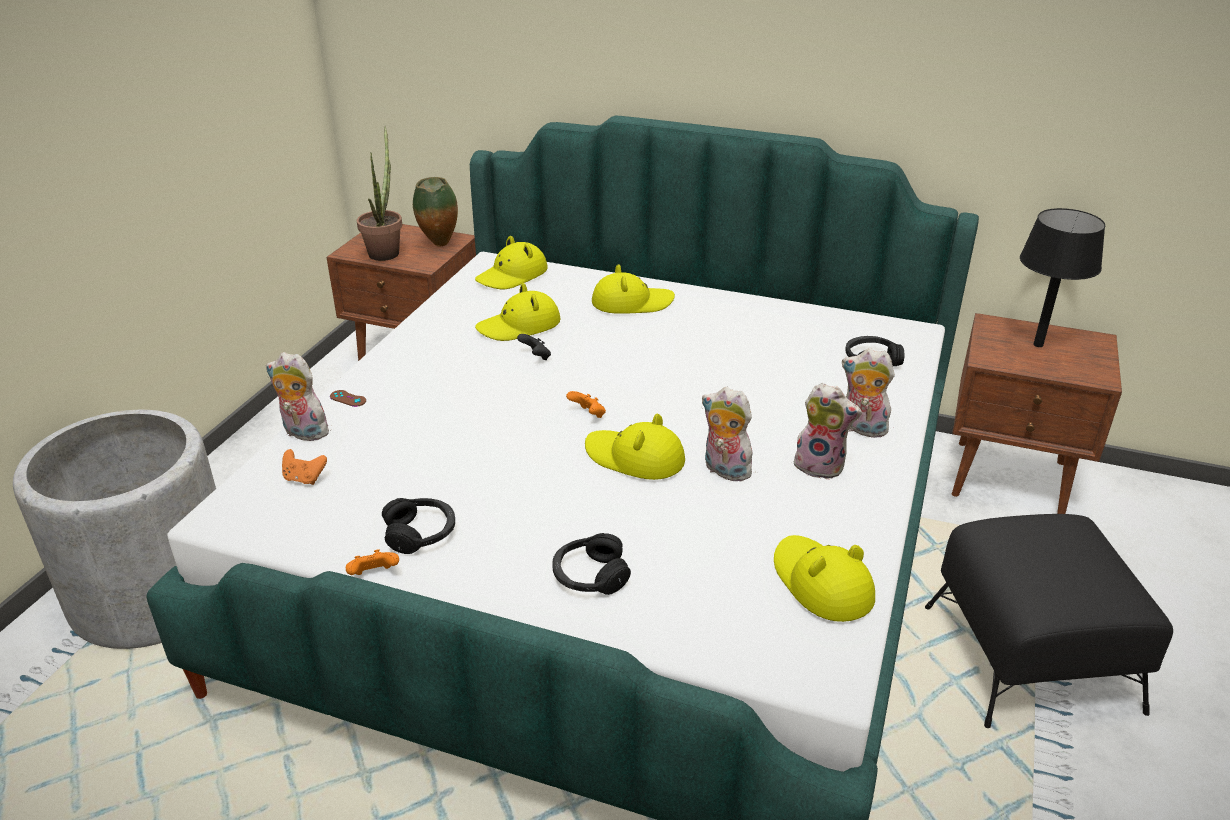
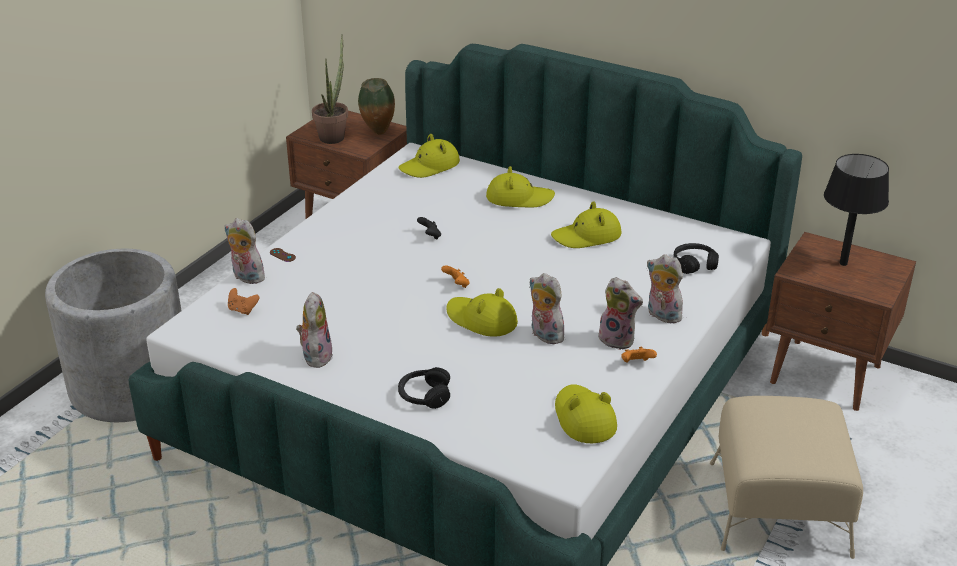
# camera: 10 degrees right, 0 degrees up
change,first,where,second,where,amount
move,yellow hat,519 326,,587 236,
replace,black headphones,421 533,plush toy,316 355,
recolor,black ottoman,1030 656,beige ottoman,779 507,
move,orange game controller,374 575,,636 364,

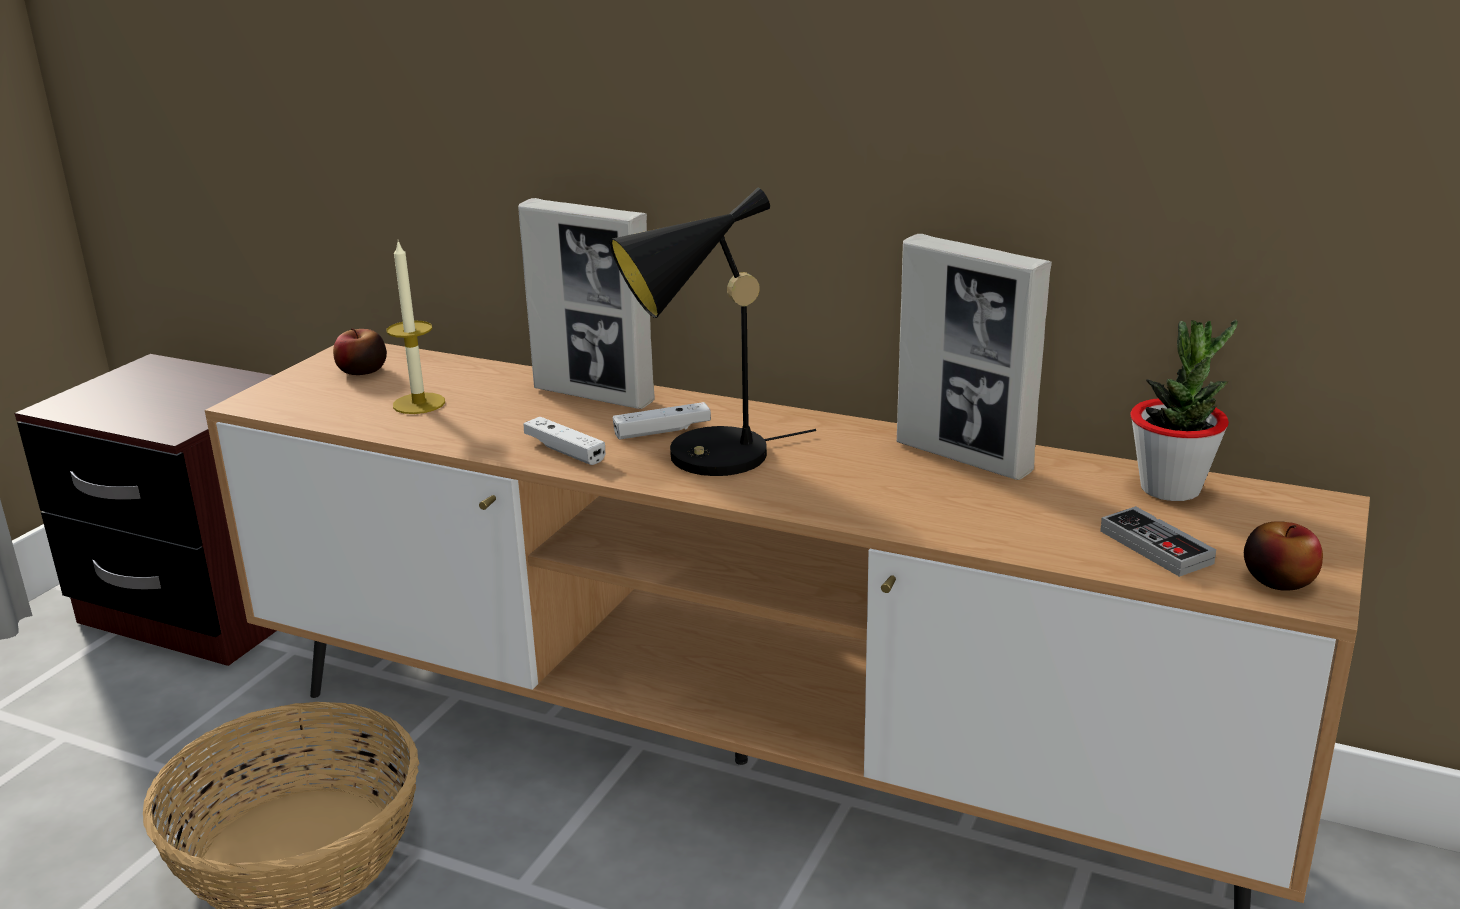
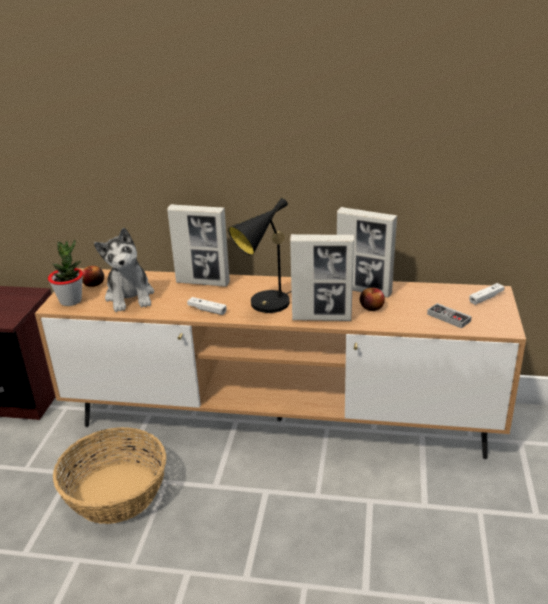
# camera: 15 degrees left, 5 degrees up
change,first,where,second,where,amount
replace,candle,419 403,plush toy,130 296,
move,potted plant,1170 489,,71 301,
move,white game controller,662 431,,486 298,
move,apple,1279 580,,371 307,
insert,,,picture frame,322 318,

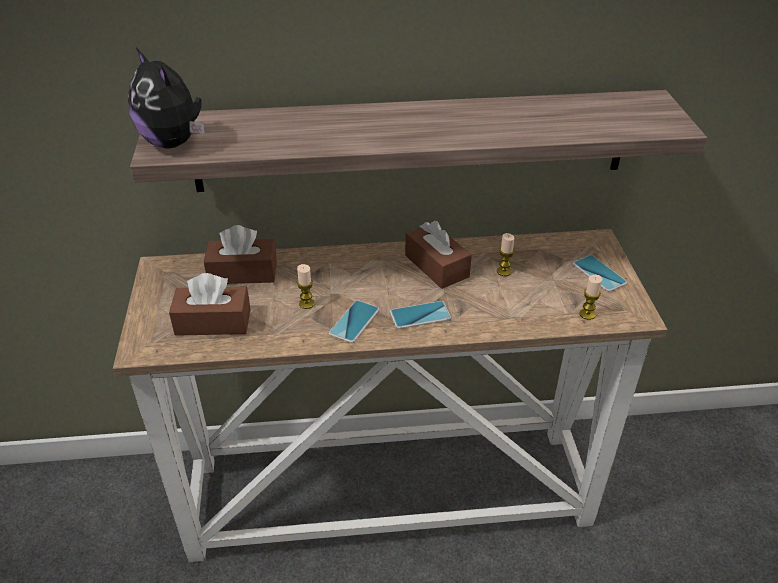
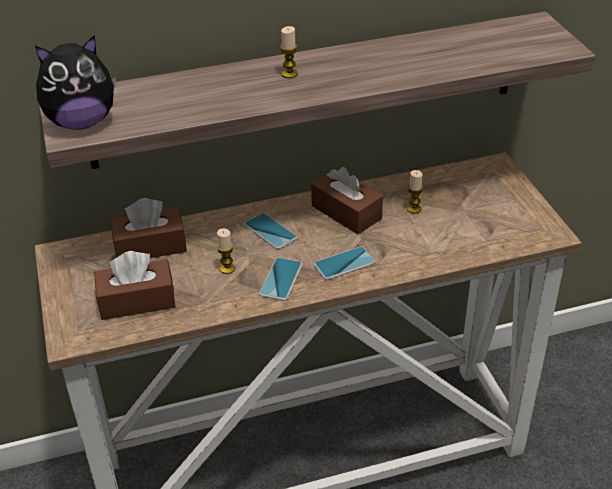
# camera: 10 degrees left, 0 degrees up
change,first,where,second,where,amount
rotate,plush toy,174 143,,82 122,60 degrees counterclockwise
move,phone,599 274,,270 231,
move,candle,587 314,,289 74,

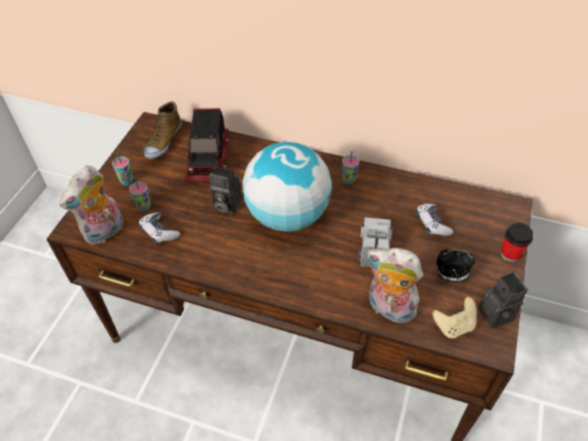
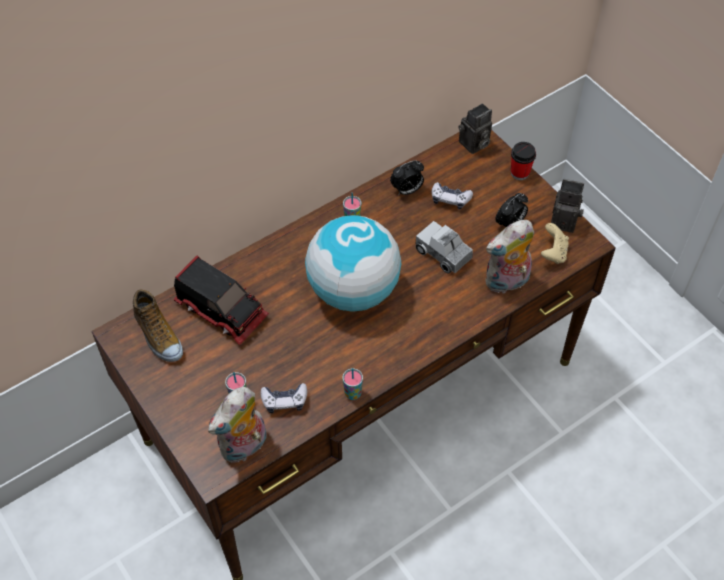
# camera: 55 degrees left, 5 degrees up
change,first,where,second,where,amount
move,cup,127 181,,353 393,
rotate,plush toy,105 232,,244 447,60 degrees clockwise
move,photo camera,225 205,,473 145,
insert,,,alarm clock,407 190,

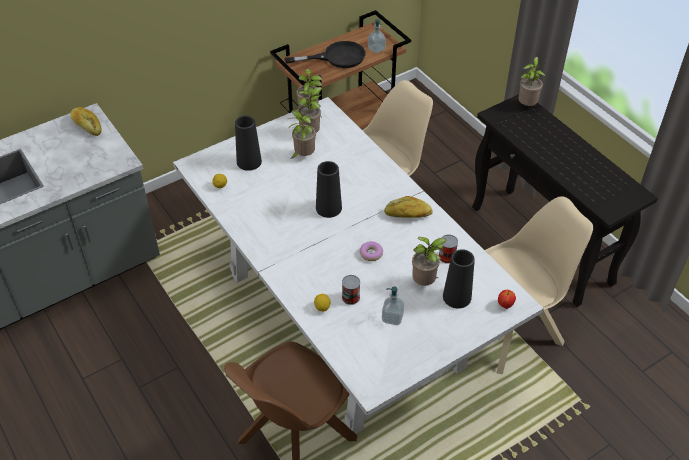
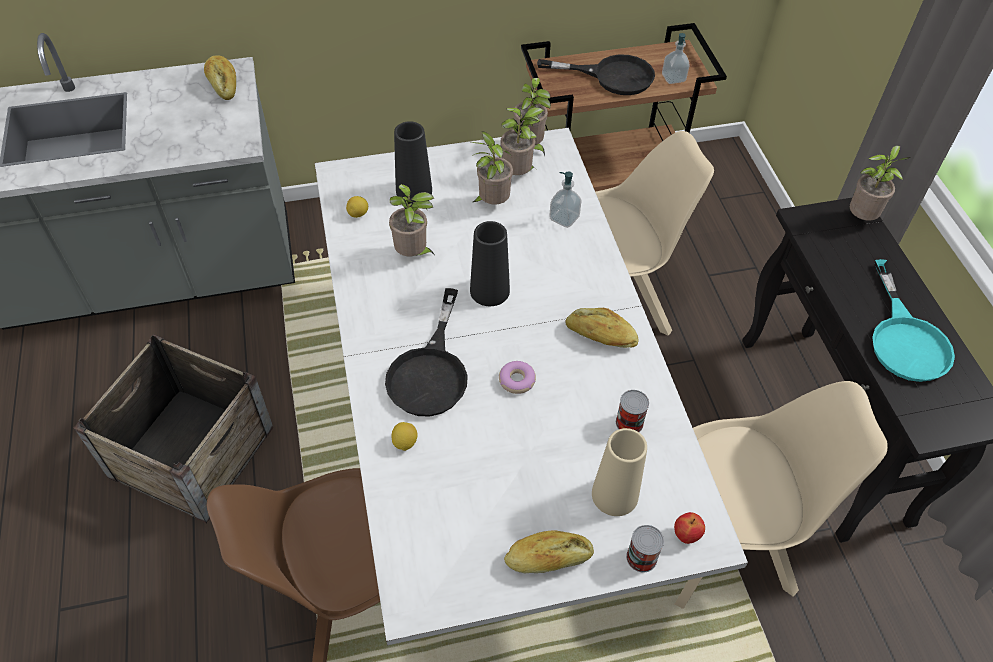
# camera: 20 degrees right, 5 degrees up
change,first,where,second,where,amount
move,potted plant,425 283,,413 254,
recolor,black vase,457 297,beige vase,614 495,
move,can,350 297,,641 557,
move,soap dispenser,392 317,,564 218,
insert,,,turquoise frying pan,905 339,
insert,,,black frying pan,431 371,
insert,,,crate,192 451,
insert,,,bread,548 558,

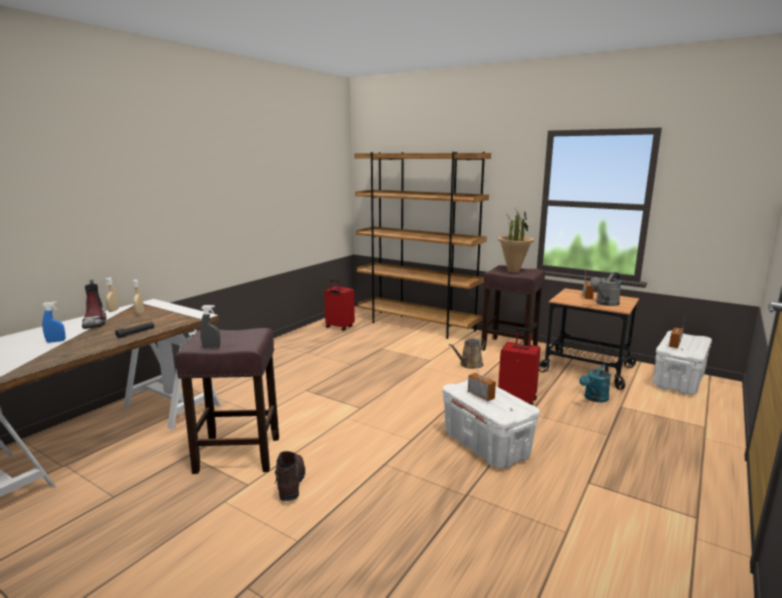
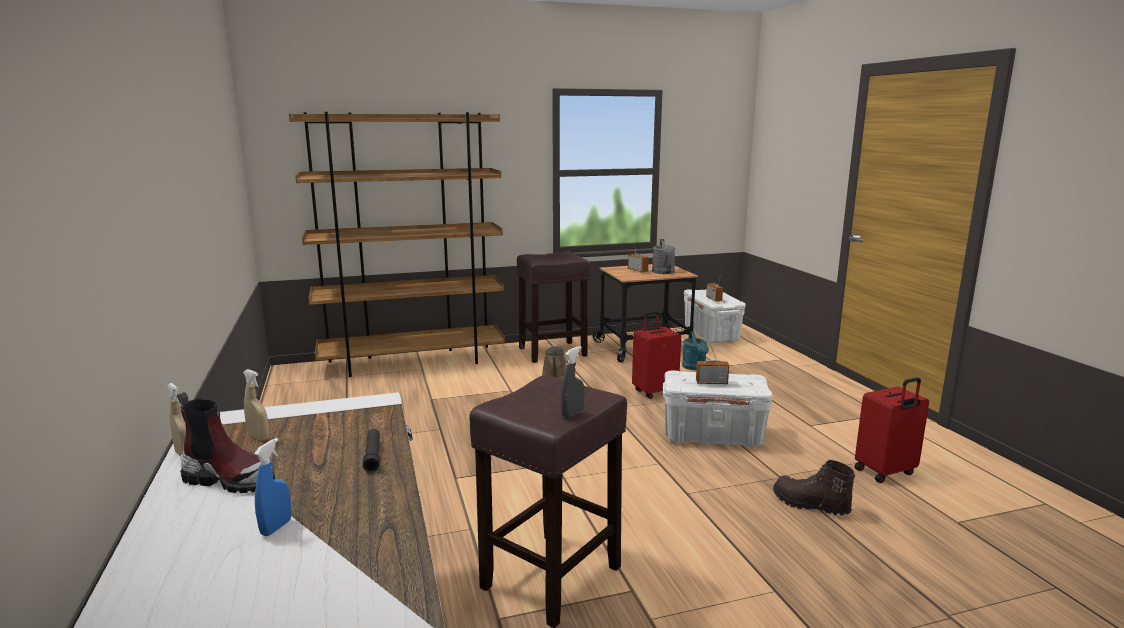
# camera: 50 degrees left, 0 degrees up
change,first,where,second,where,amount
delete,potted plant,513 271,,,
move,red suitcase,339 327,,885 472,
move,brown boot,290 484,,810 505,

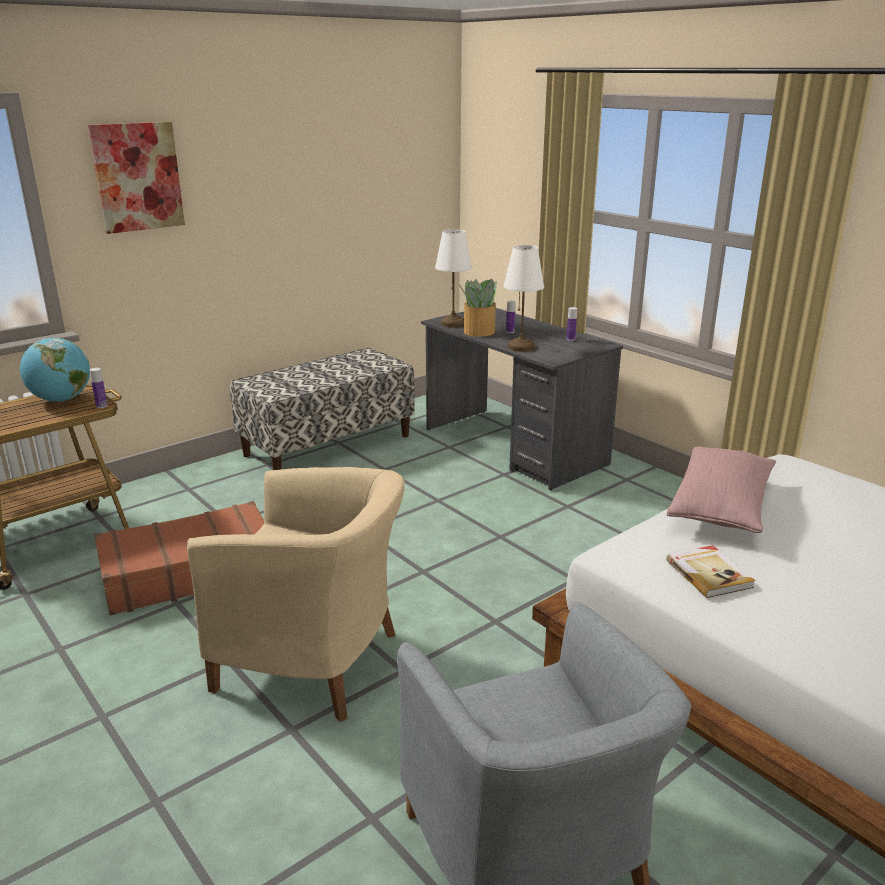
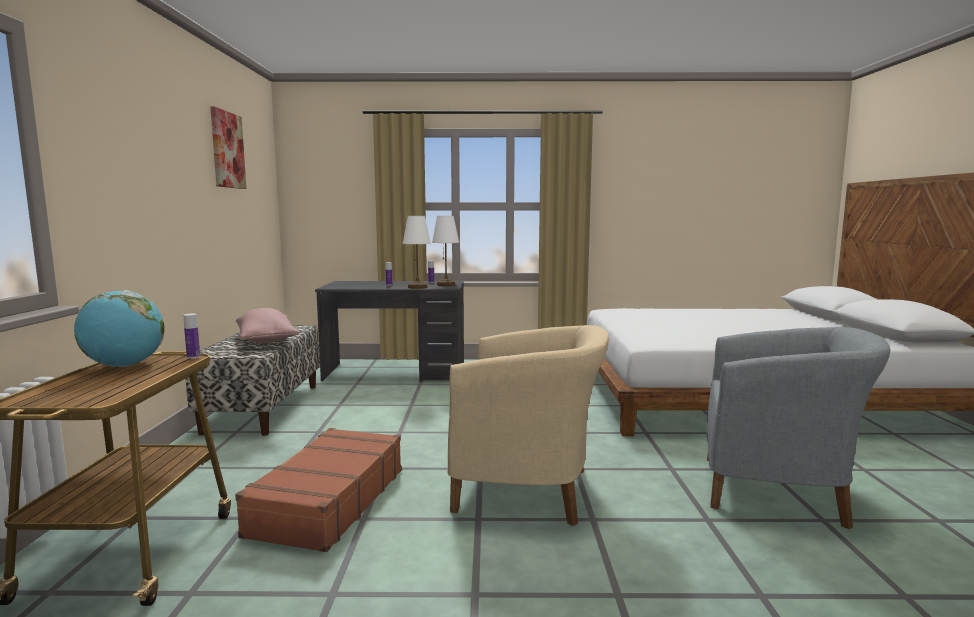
# camera: 50 degrees left, 15 degrees down
change,first,where,second,where,amount
move,picture,137 177,,227 150,
move,white table lamp,453 324,,446 285,
delete,potted plant,478 332,,,
move,pink pillow,720 507,,266 340,
rotate,beige armchair,315 662,,529 490,45 degrees clockwise
delete,book,709 573,,,

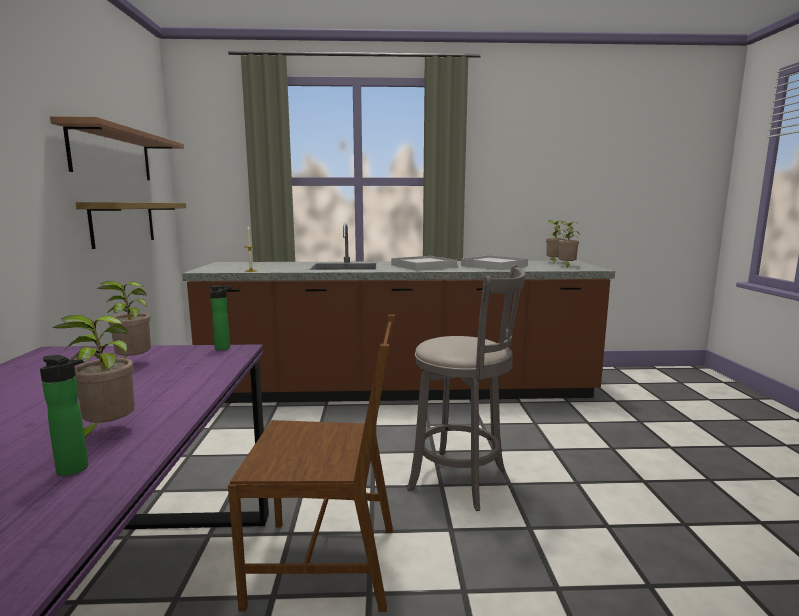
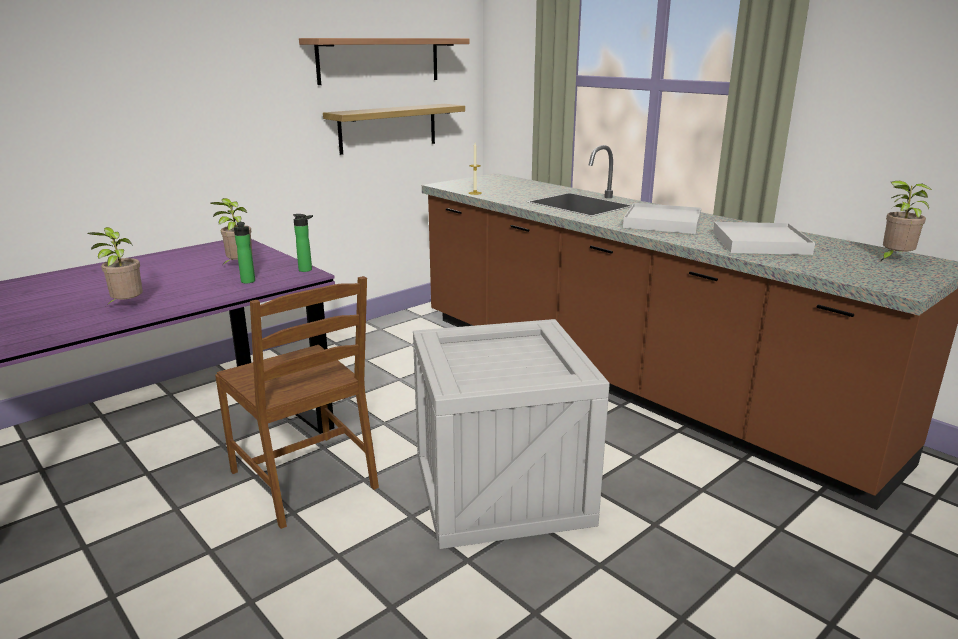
# camera: 50 degrees right, 10 degrees up
change,first,where,second,where,amount
delete,potted plant,566 267,,,
replace,grey stool,463 480,crate,499 491,
move,bottle,76 469,,248 282,

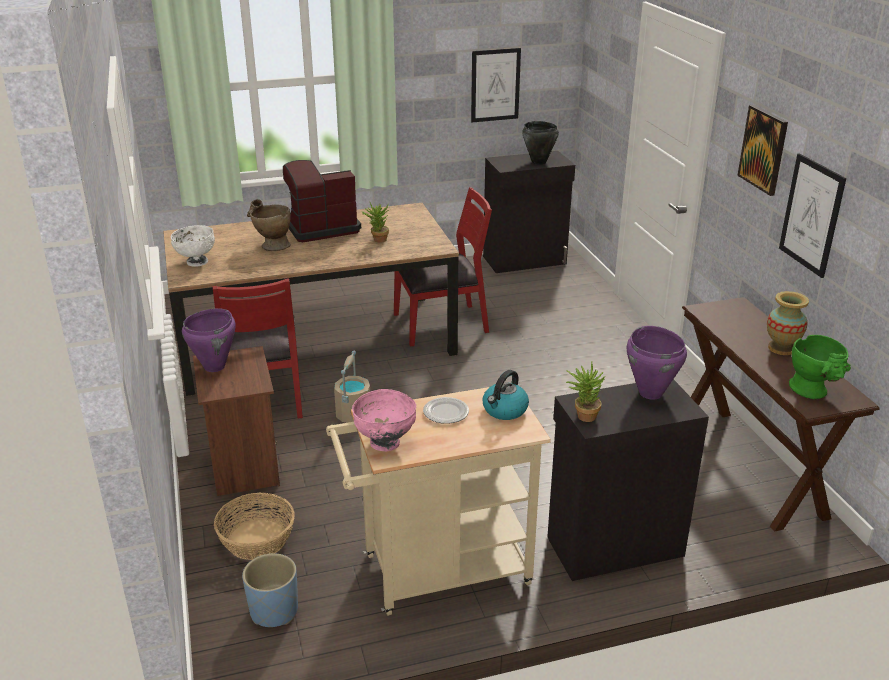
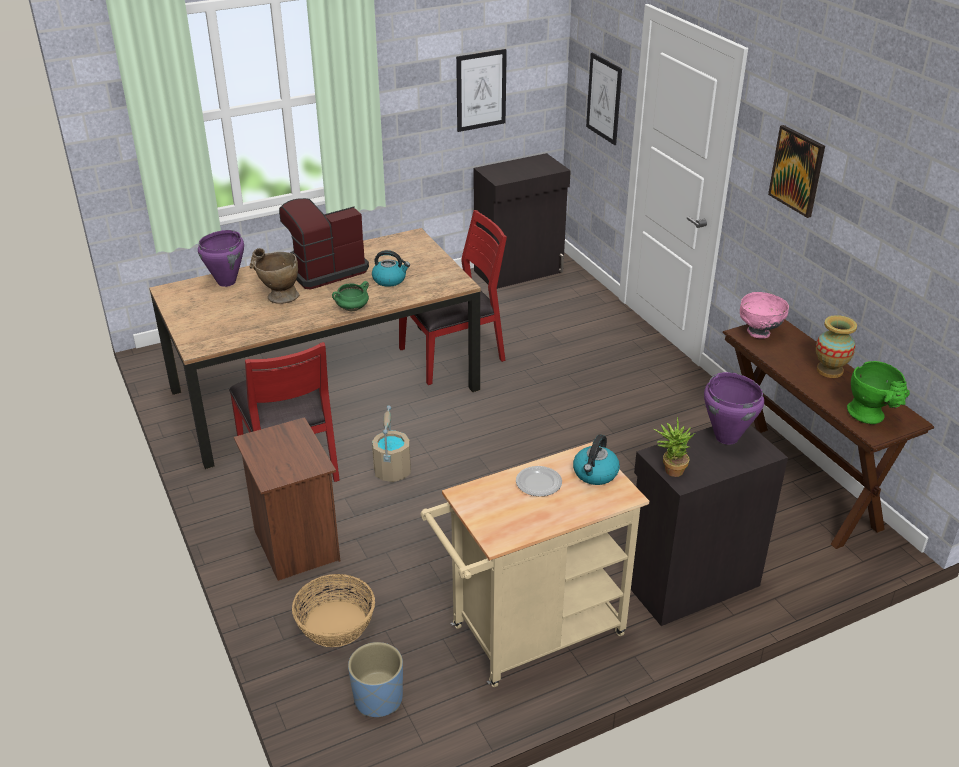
# camera: 10 degrees left, 5 degrees up
change,first,where,second,where,amount
delete,black cooking pot,538 162,,,
move,picture,811 215,,604 98,
replace,potted plant,377 240,kettle,390 280,
delete,white bowl,196 262,,,
move,purple cooking pot,215 367,,227 282,
move,pink bowl,385 443,,759 333,
insert,,,green cooking pot,352 309,

